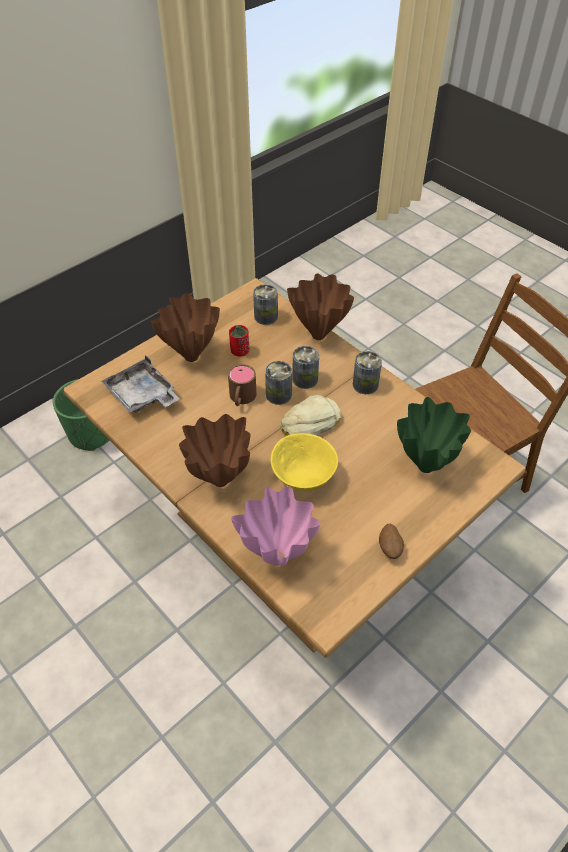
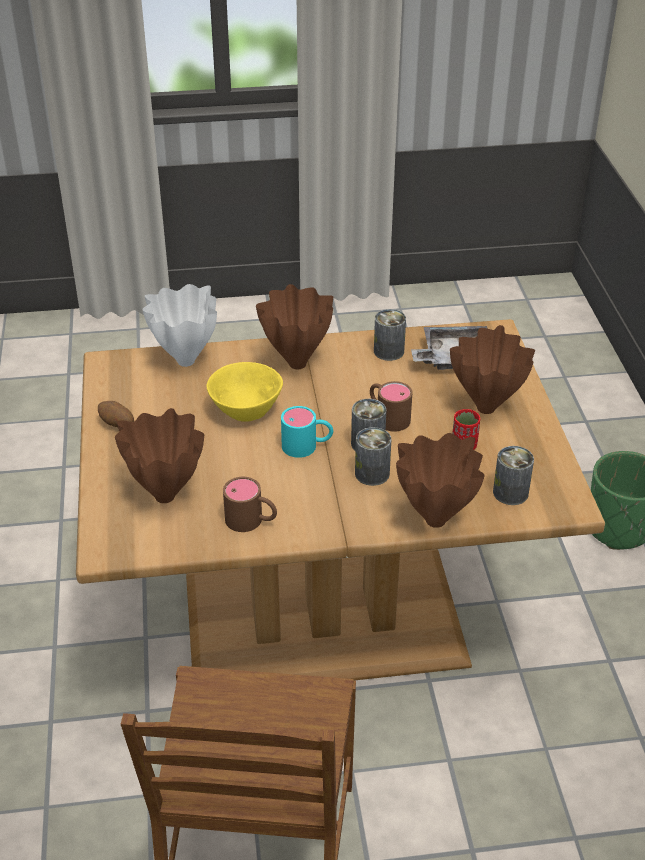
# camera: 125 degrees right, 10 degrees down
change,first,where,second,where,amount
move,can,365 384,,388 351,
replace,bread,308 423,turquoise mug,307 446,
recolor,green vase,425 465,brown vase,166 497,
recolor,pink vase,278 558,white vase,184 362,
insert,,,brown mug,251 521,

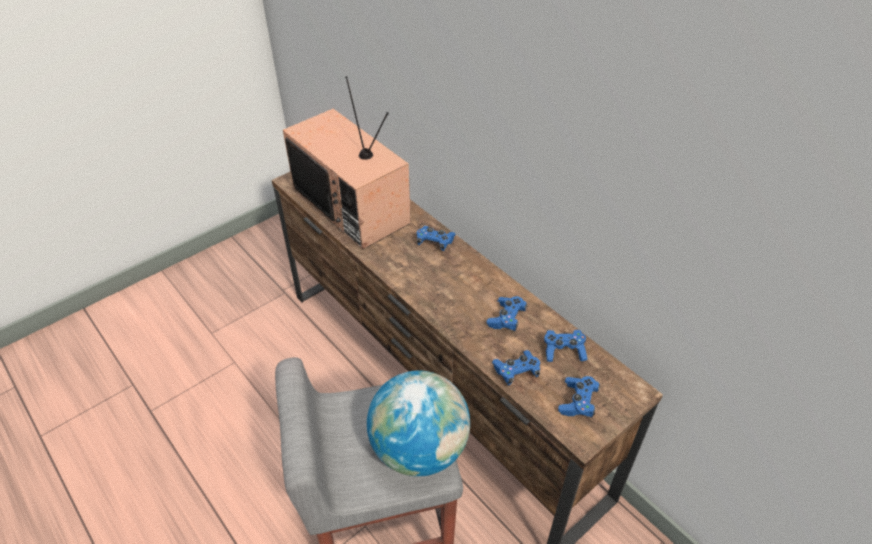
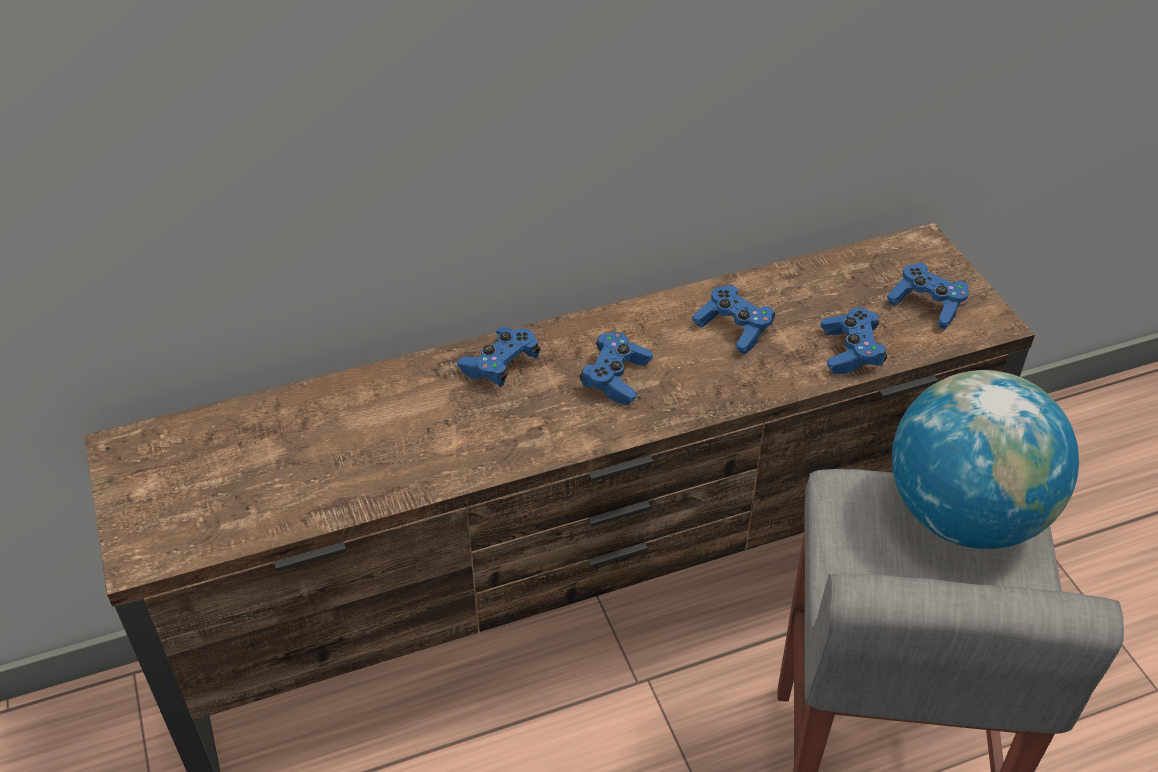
# camera: 70 degrees left, 0 degrees up
change,first,where,second,where,amount
delete,television,354 205,,,
move,blue game controller,563 351,,616 378,

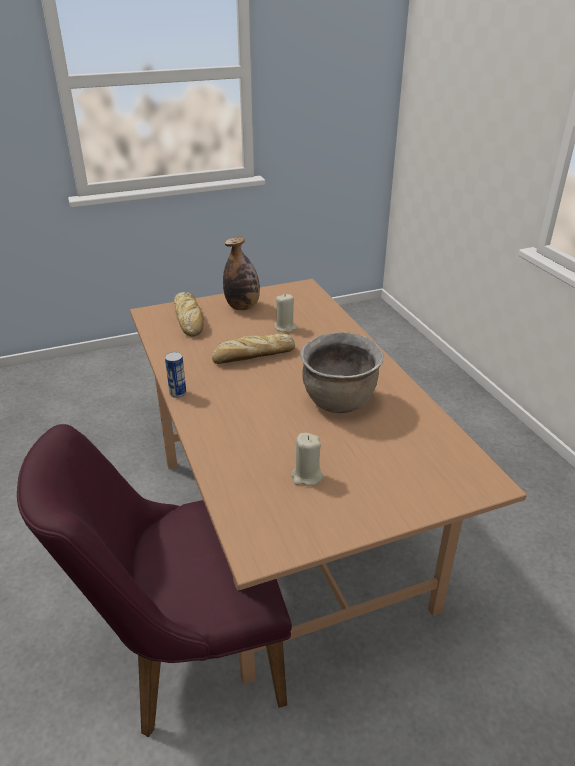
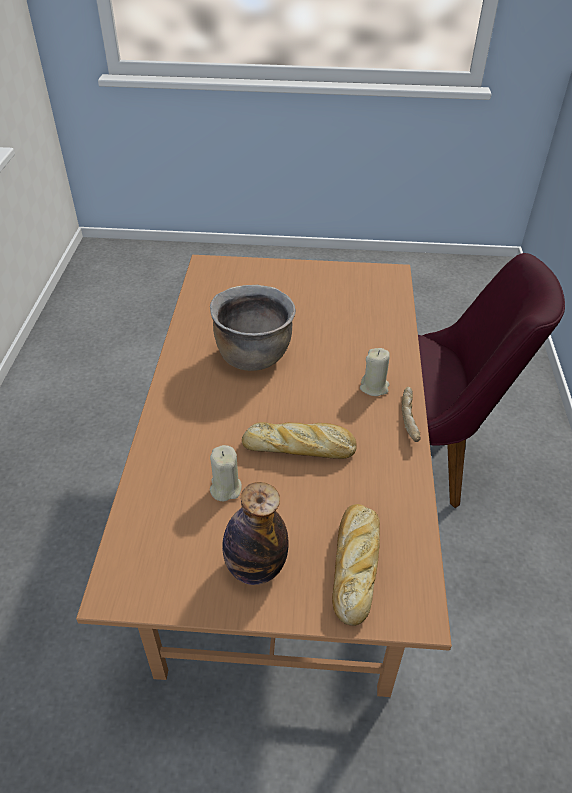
# camera: 155 degrees left, 10 degrees up
change,first,where,second,where,amount
replace,can,178 393,bread,411 419,
move,beige candle,307 476,,374 387,

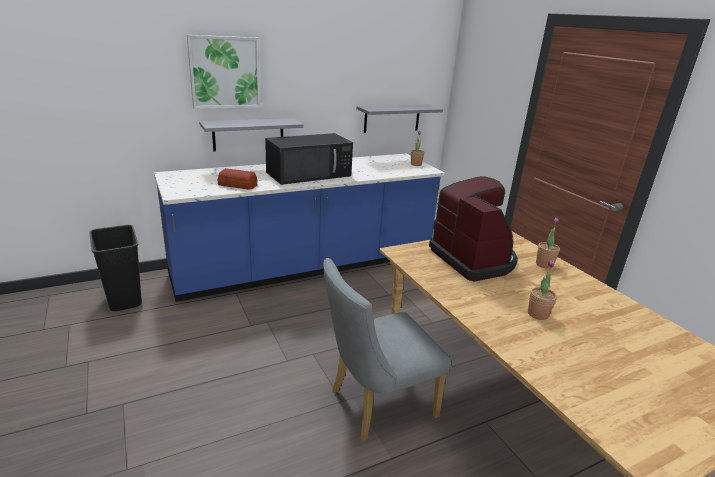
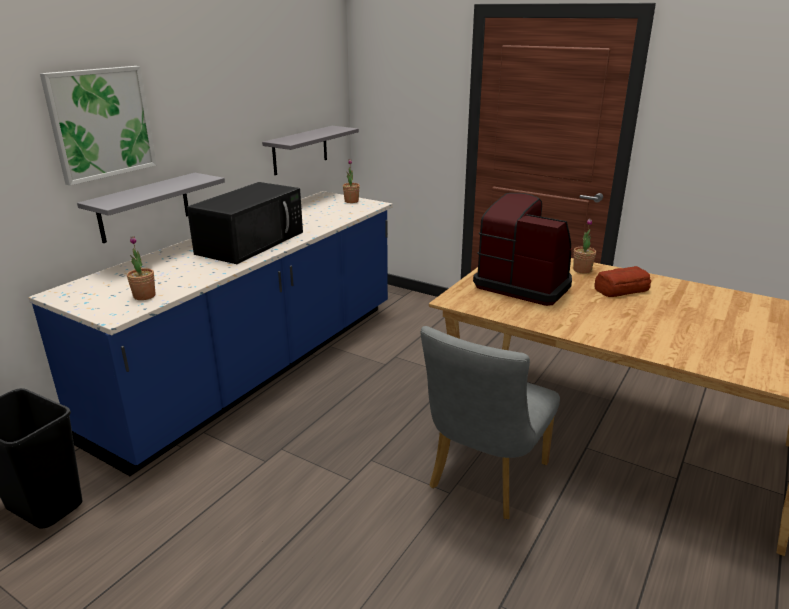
# camera: 30 degrees left, 0 degrees up
change,first,where,second,where,amount
move,bread,237 184,,620 289,
move,potted plant,538 314,,144 296,

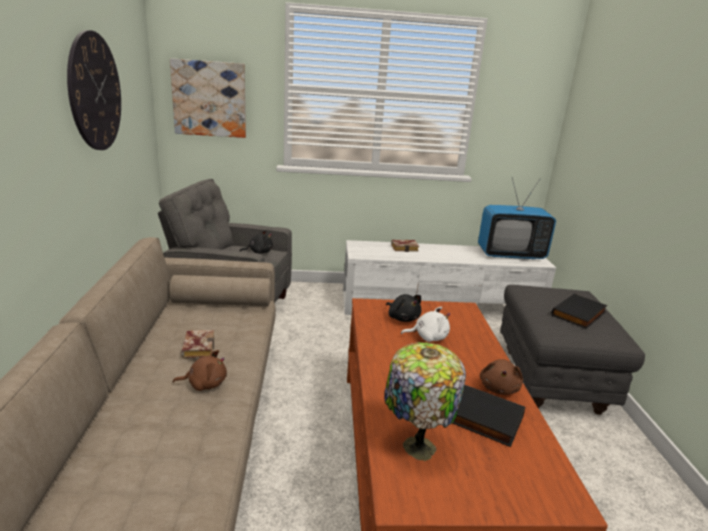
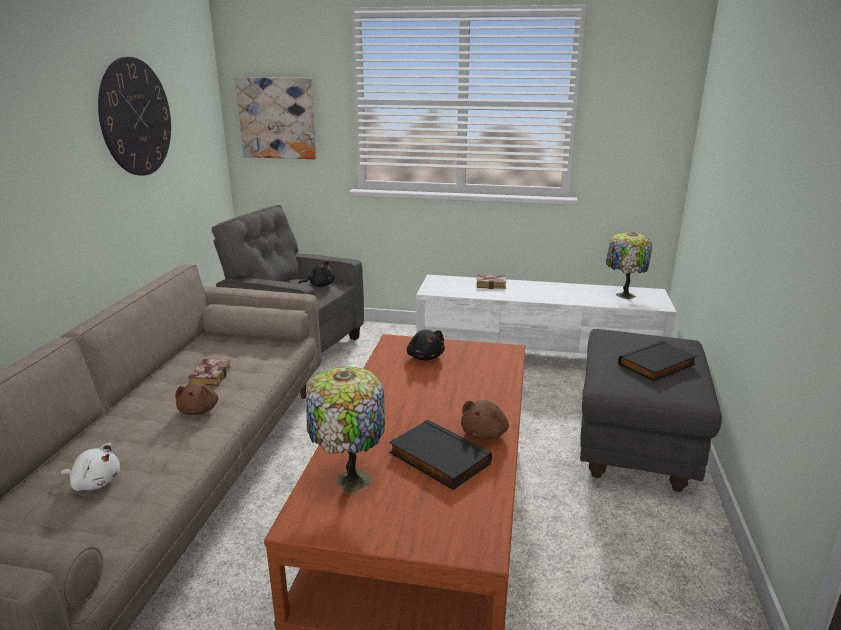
# camera: 15 degrees right, 0 degrees up
change,first,where,second,where,amount
replace,television,510 254,table lamp,624 295,
move,white plush toy,428 337,,95 482,
rotate,brown plush toy,205 384,,199 410,75 degrees clockwise

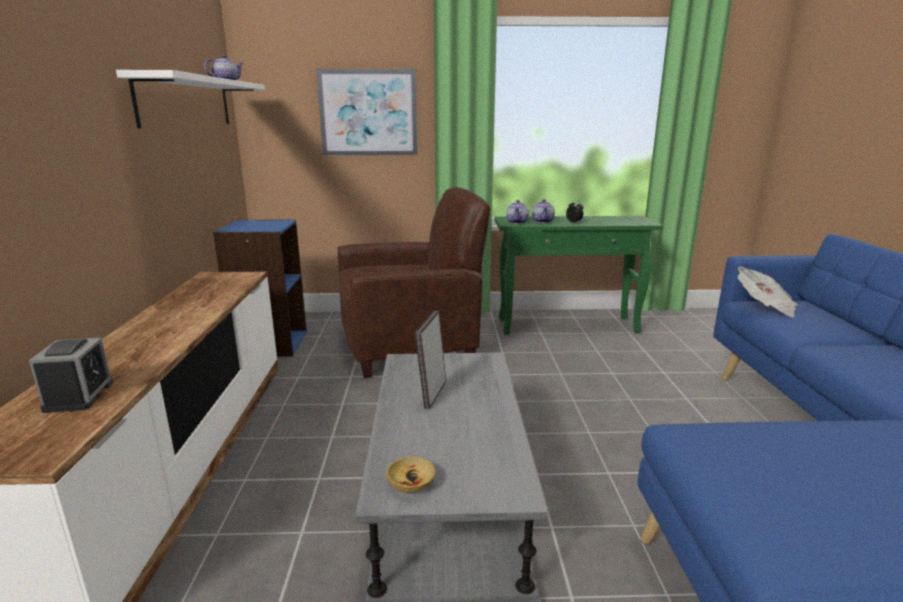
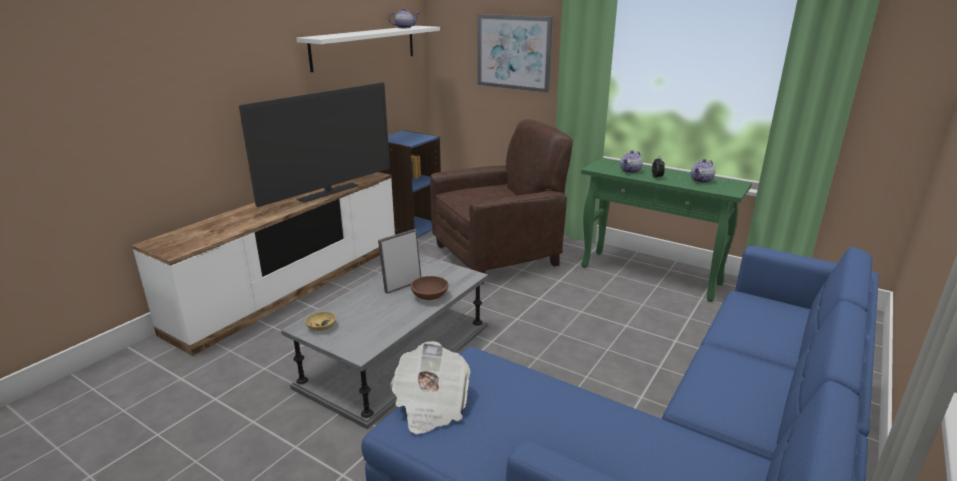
# camera: 35 degrees right, 5 degrees up
change,first,where,second,where,amount
rotate,brown armchair,410 346,,498 255,45 degrees counterclockwise
move,teapot,517 222,,701 181,
move,newspaper,764 307,,430 405,
delete,alarm clock,79 396,,,
insert,,,television,328 193,
insert,,,brown bowl,429 296,

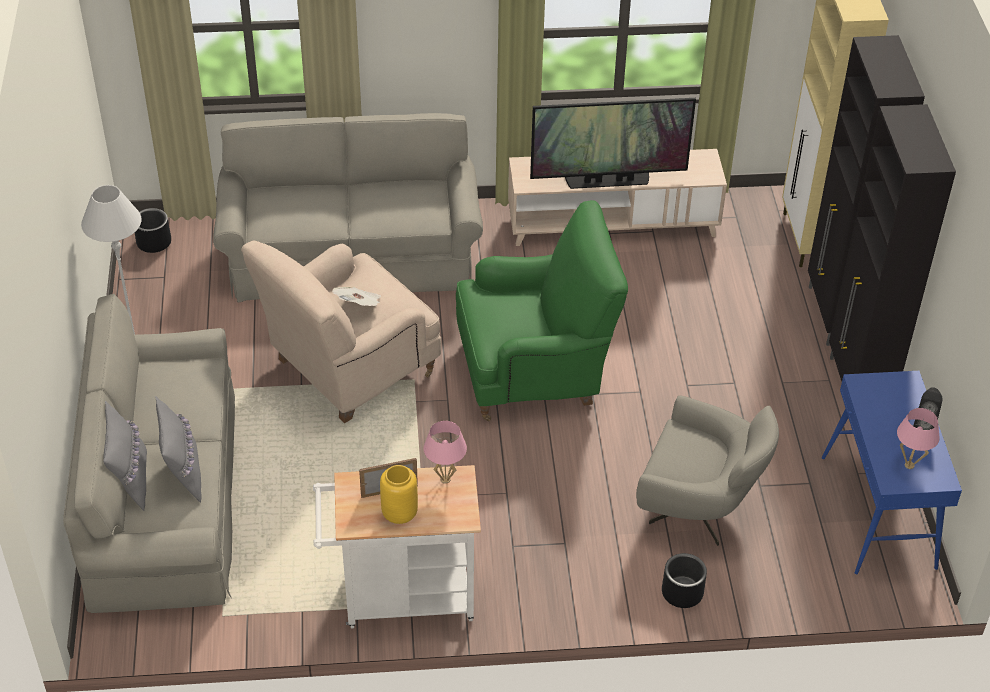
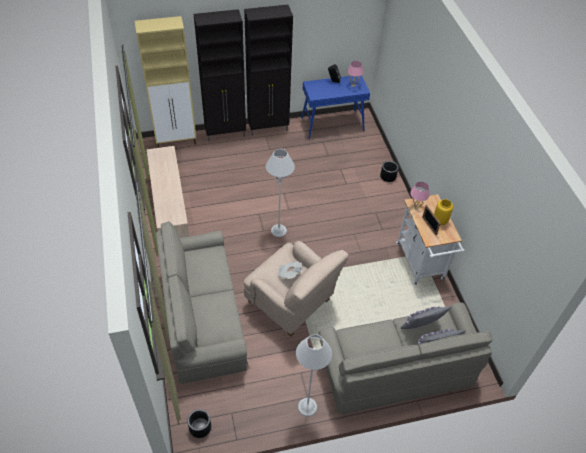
# camera: 100 degrees left, 5 degrees up
change,first,where,second,where,amount
delete,television,608 181,,,
replace,green armchair,534 372,grey floor lamp,278 230,
delete,grey armchair,699 509,,,

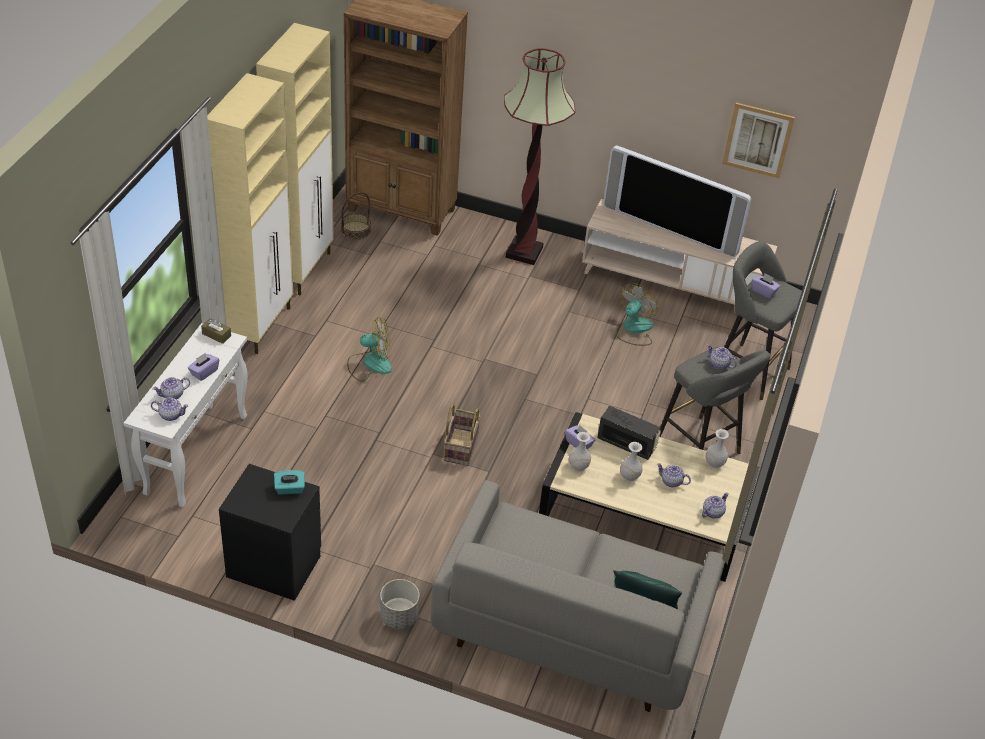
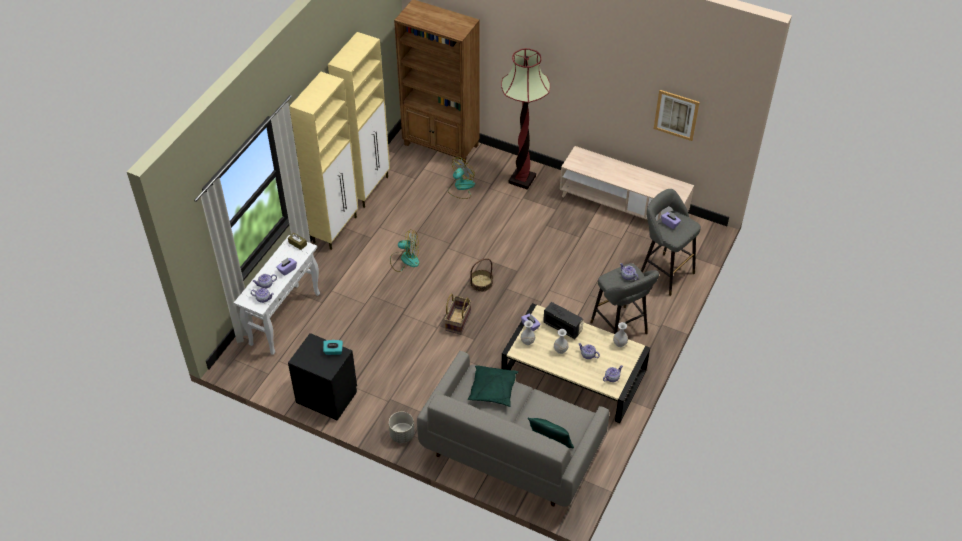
# camera: 10 degrees right, 5 degrees up
change,first,where,second,where,amount
delete,television,671 228,,,
move,basket,355 230,,481 283,
move,fan,633 329,,461 187,
insert,,,green pillow,493 390,

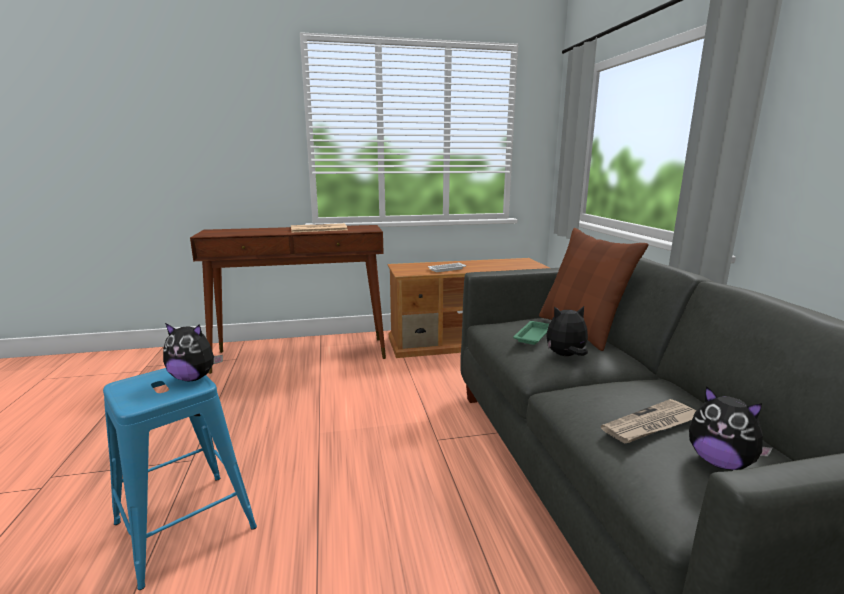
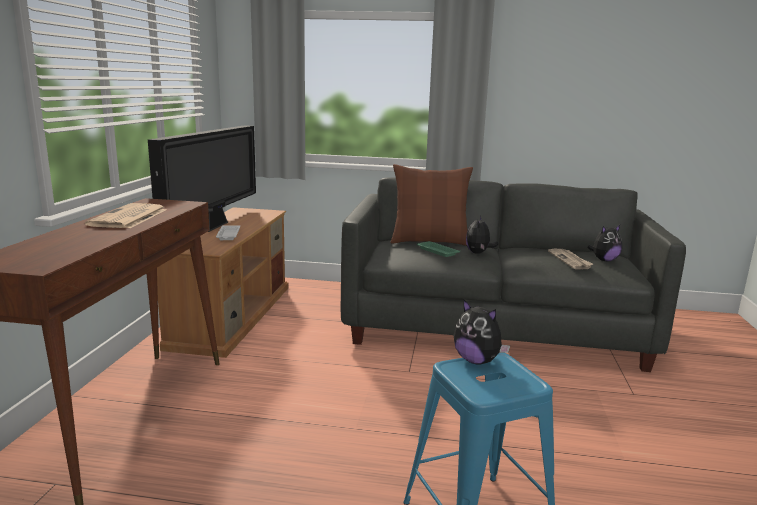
# camera: 70 degrees left, 0 degrees up
change,first,where,second,where,amount
rotate,plush toy,194 378,,477 361,105 degrees clockwise
insert,,,television,215 226,

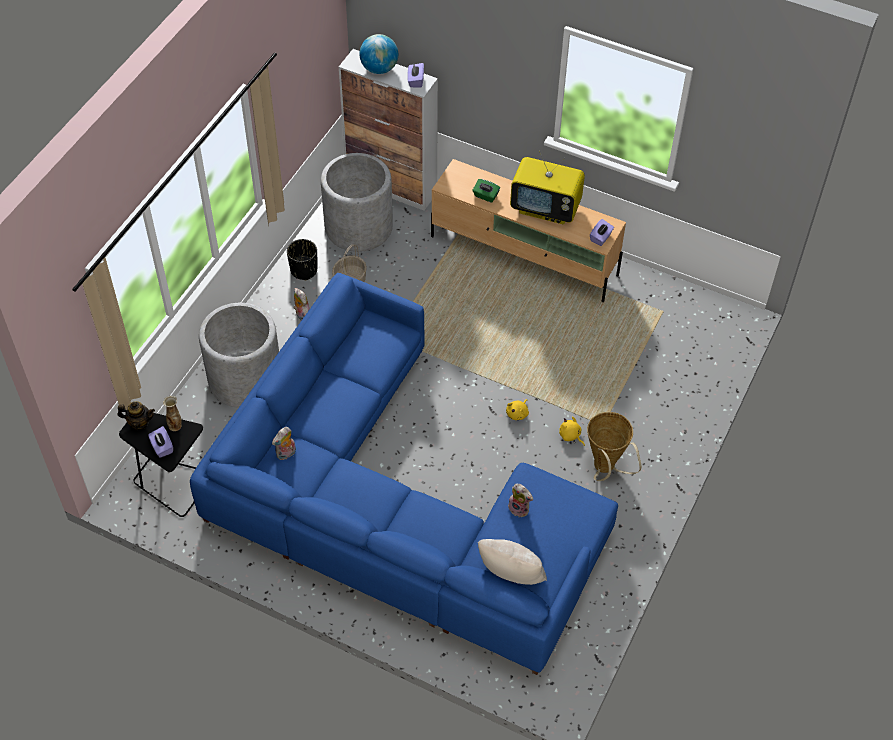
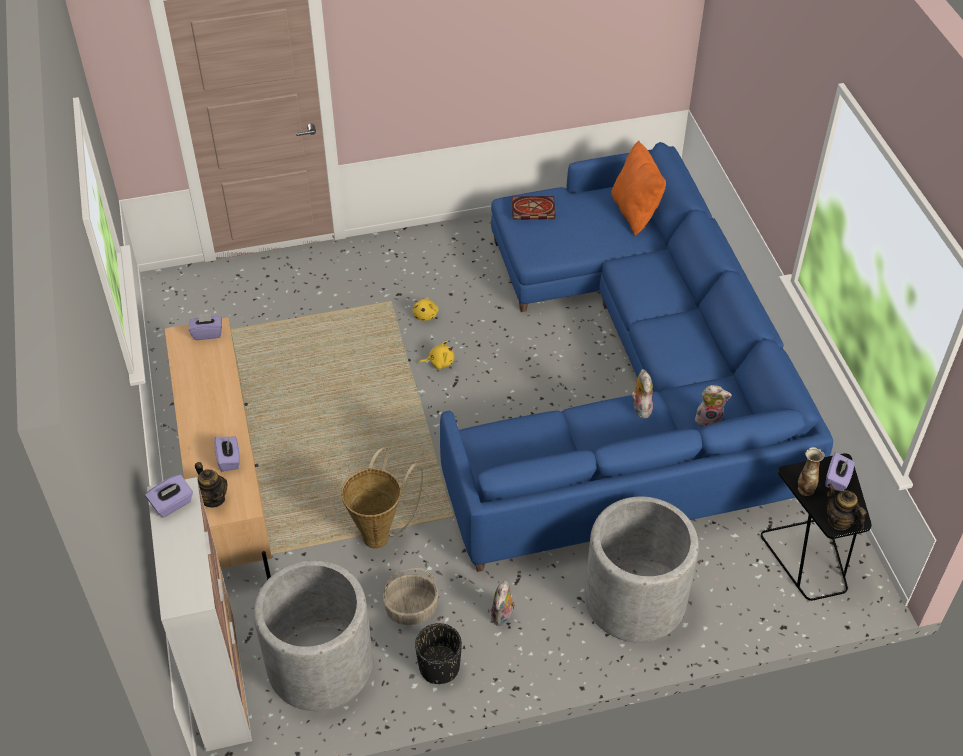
# camera: 130 degrees left, 5 degrees down
change,first,where,second,where,amount
delete,globe,379 68,,,
delete,television,546 208,,,
recolor,green tissue box,485 196,purple tissue box,229 460,
move,basket,605 469,,380 533,
move,plush toy,520 508,,640 408,
recolor,beige pillow,511 577,orange pillow,635 212,
insert,,,book,532 210,
insert,,,teapot,213 498,

